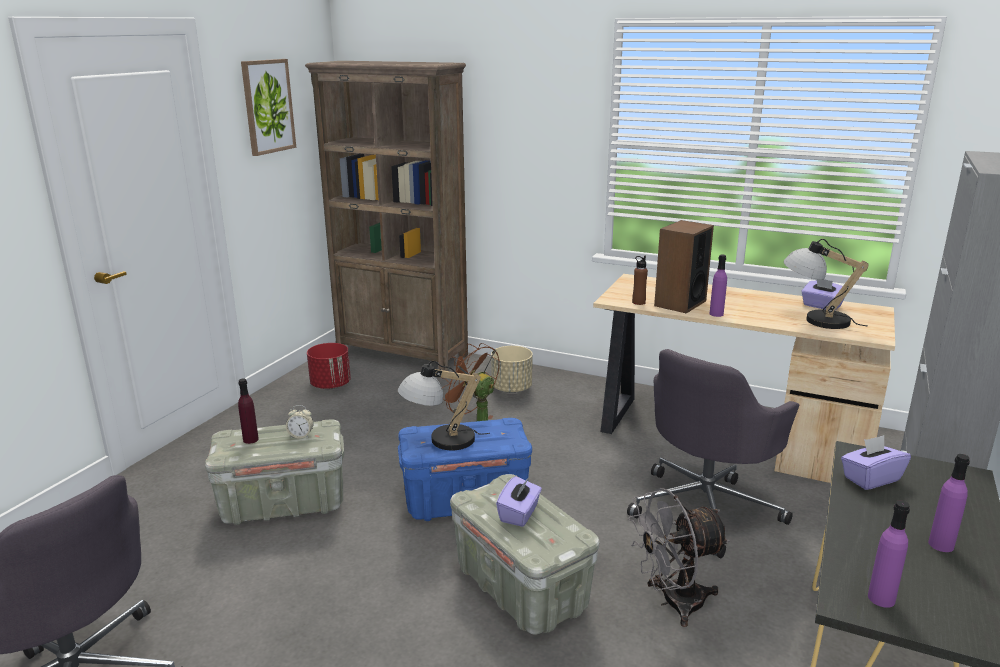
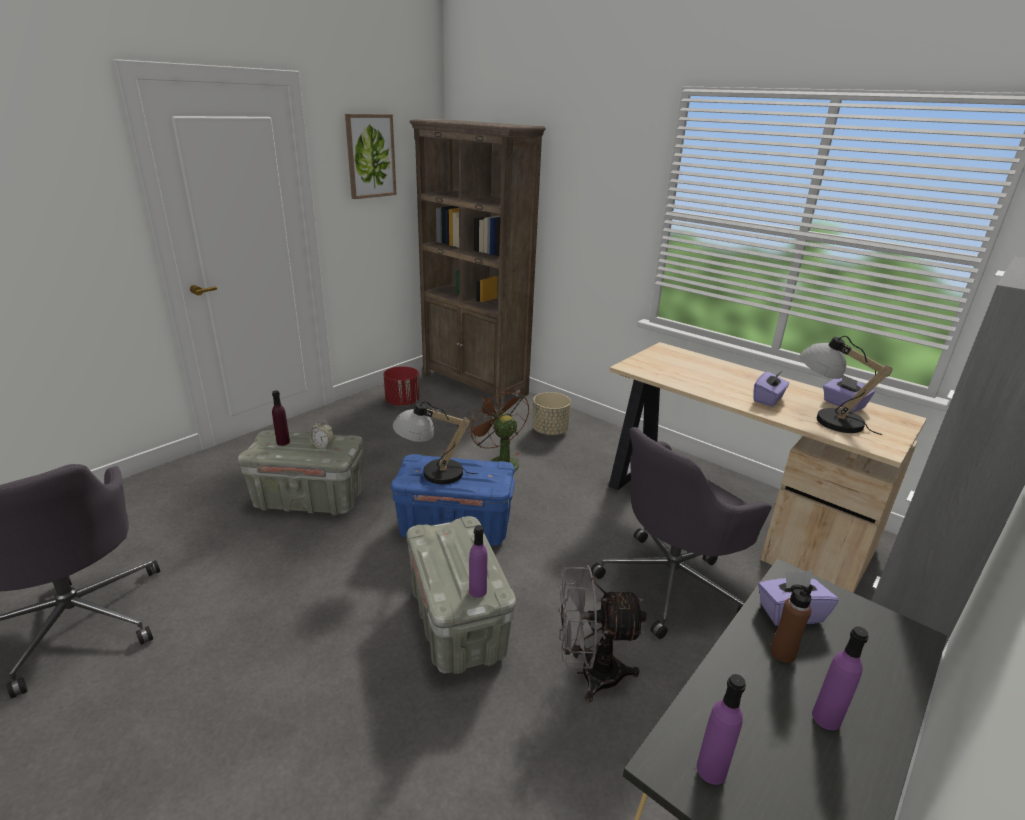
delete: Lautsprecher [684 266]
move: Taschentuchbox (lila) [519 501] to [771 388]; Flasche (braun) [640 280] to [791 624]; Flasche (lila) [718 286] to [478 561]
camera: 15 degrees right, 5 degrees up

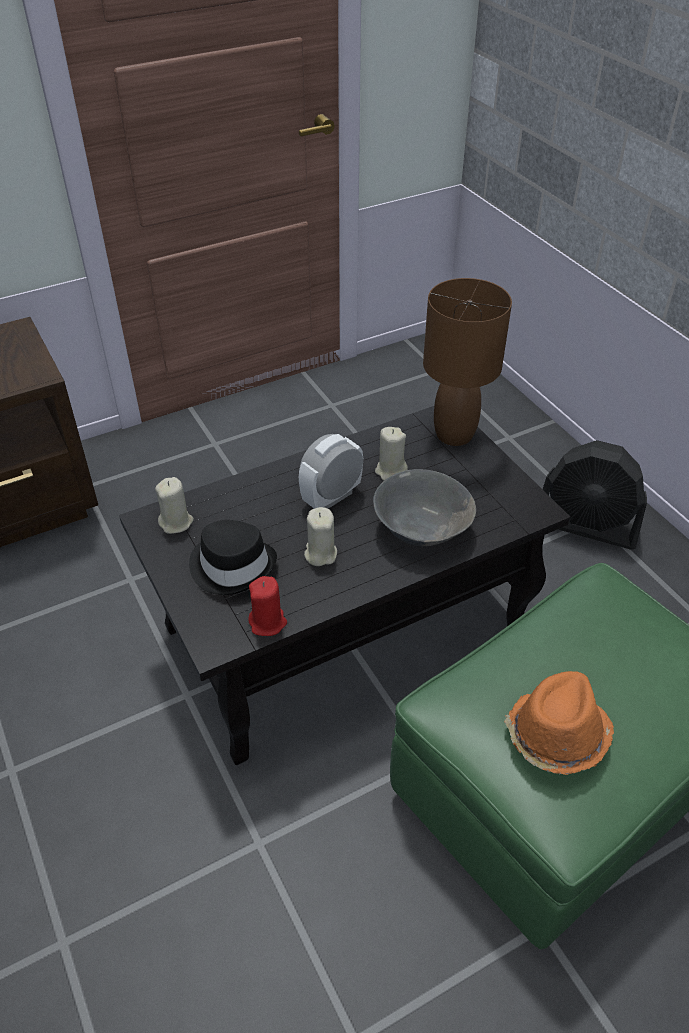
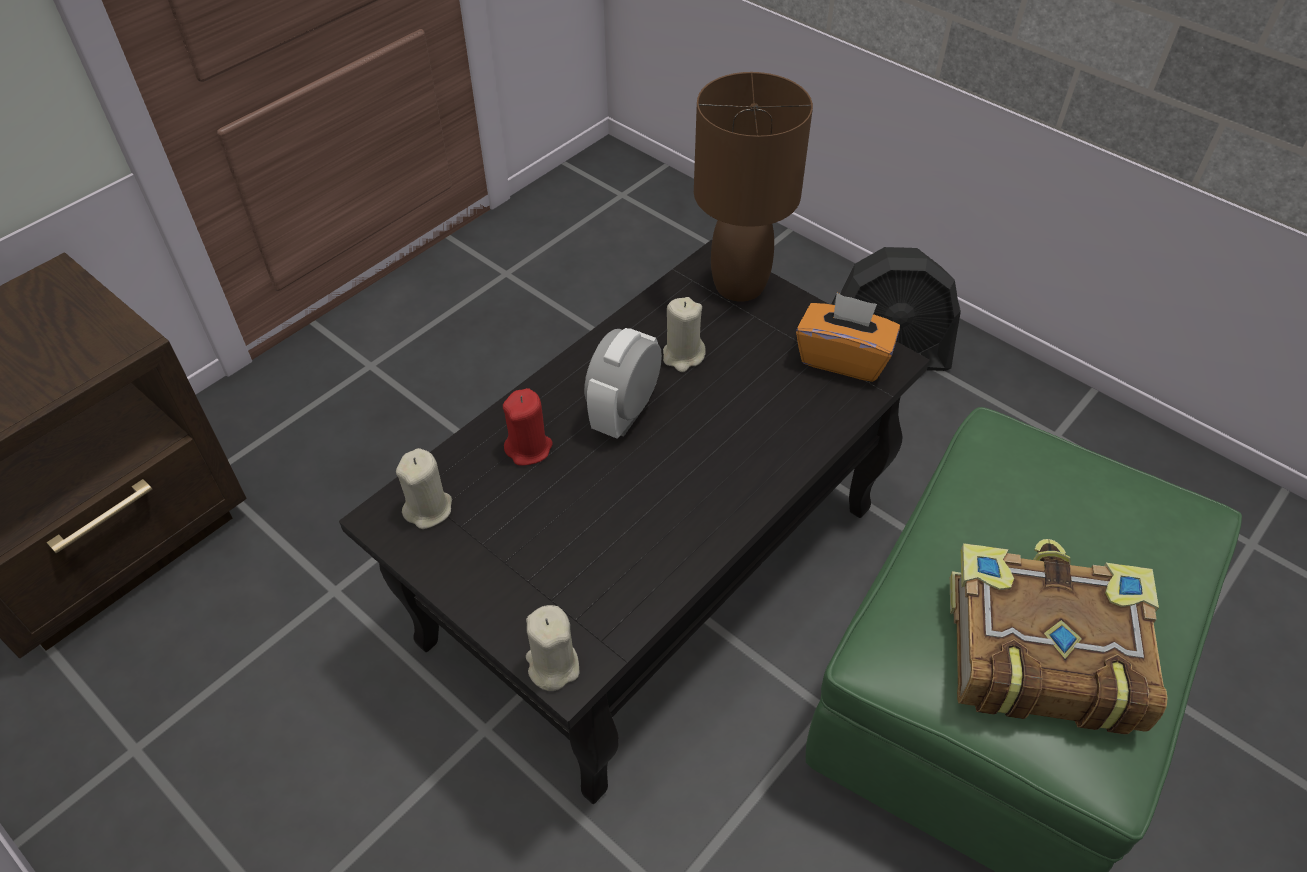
delete: Hut (schwarz) [233 557]; Schüssel (grau) [424 508]
insert: Taschentuchbox (orange) [848 337]
move: Kerze (rot) [267 606] to [528 427]; Kerze (beige) [320 536] to [552 648]
replace: Hut (orange) [559 723] to Buch [1059 636]
camera: 20 degrees left, 5 degrees up

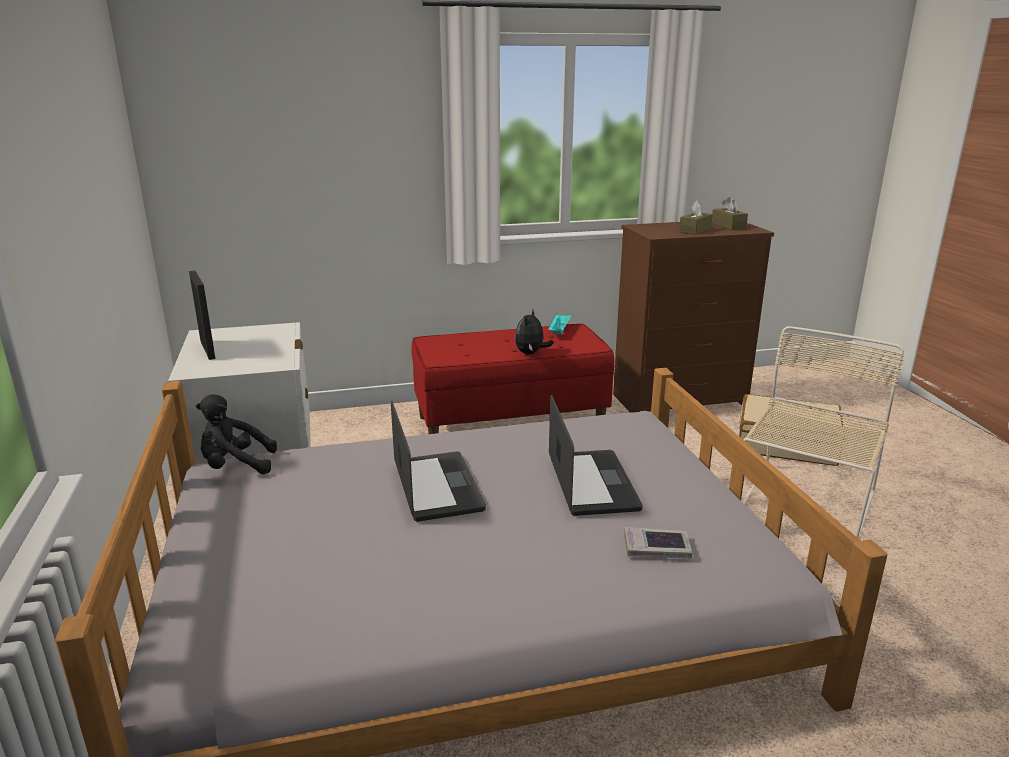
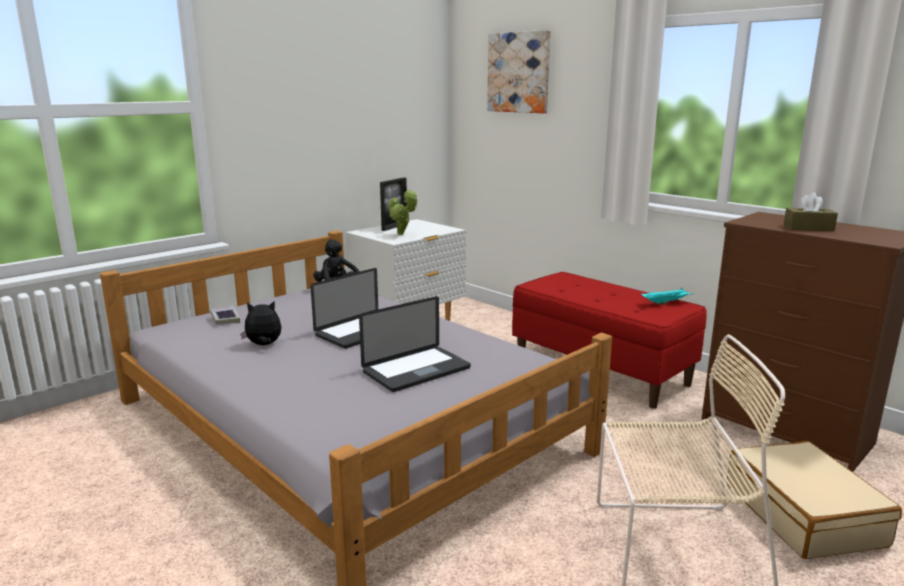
delete: Taschentuchbox (braun) [730 213]
insert: Topfpflanze [403 212]; Bild [519 71]
move: Plüschtier [534 332] to [260 323]; Buch [658 543] to [225 315]
camera: 60 degrees right, 5 degrees down

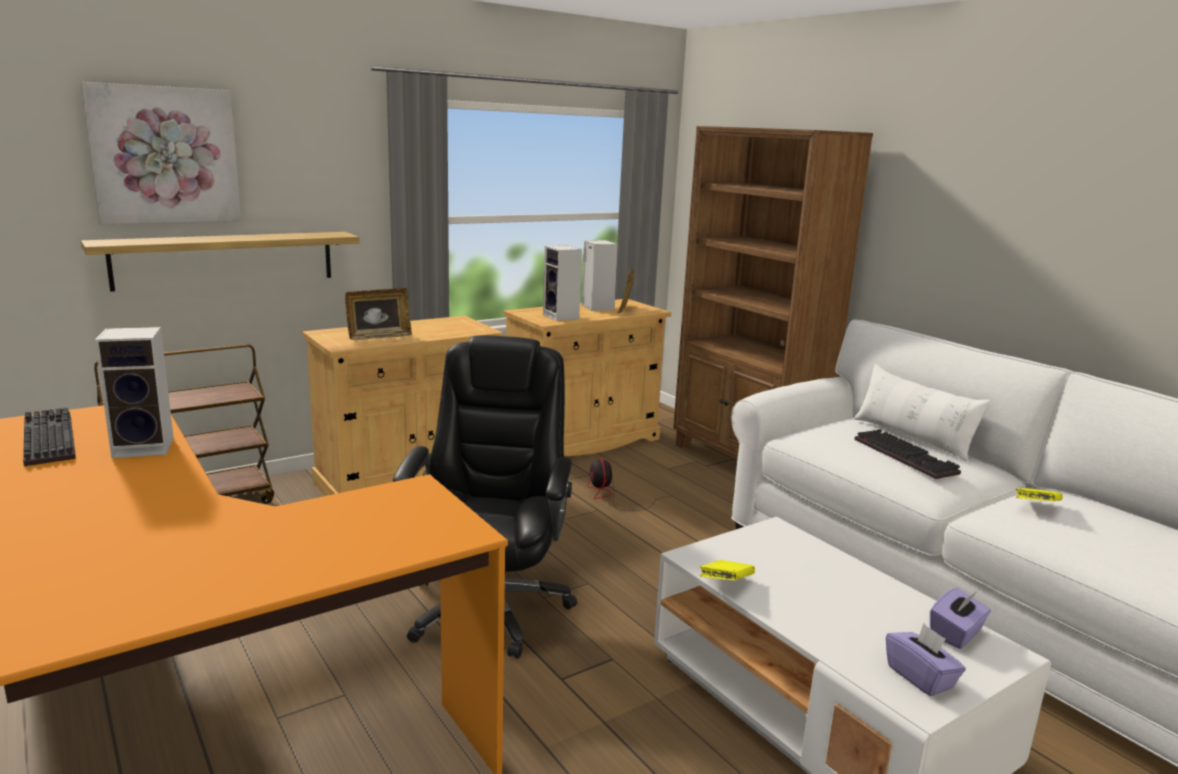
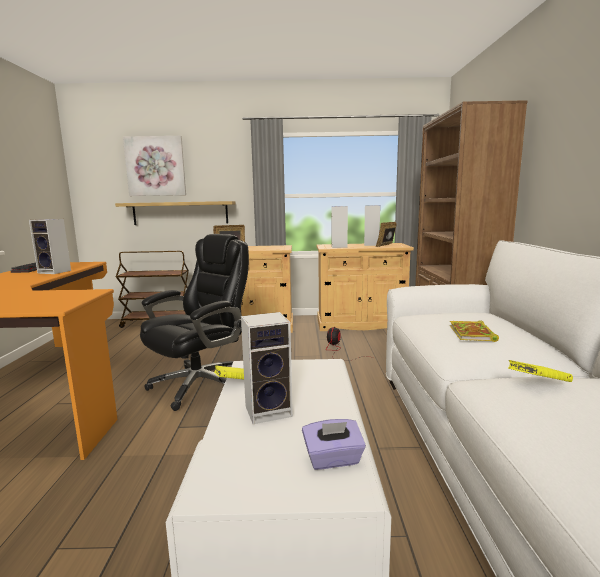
delete: Kissen (weiß) [922 412]; Taschentuchbox (lila) [926 659]
insert: Lautsprecher [267 368]
replace: Tastatur [907 454] to Buch [474 331]
camera: 35 degrees right, 5 degrees down

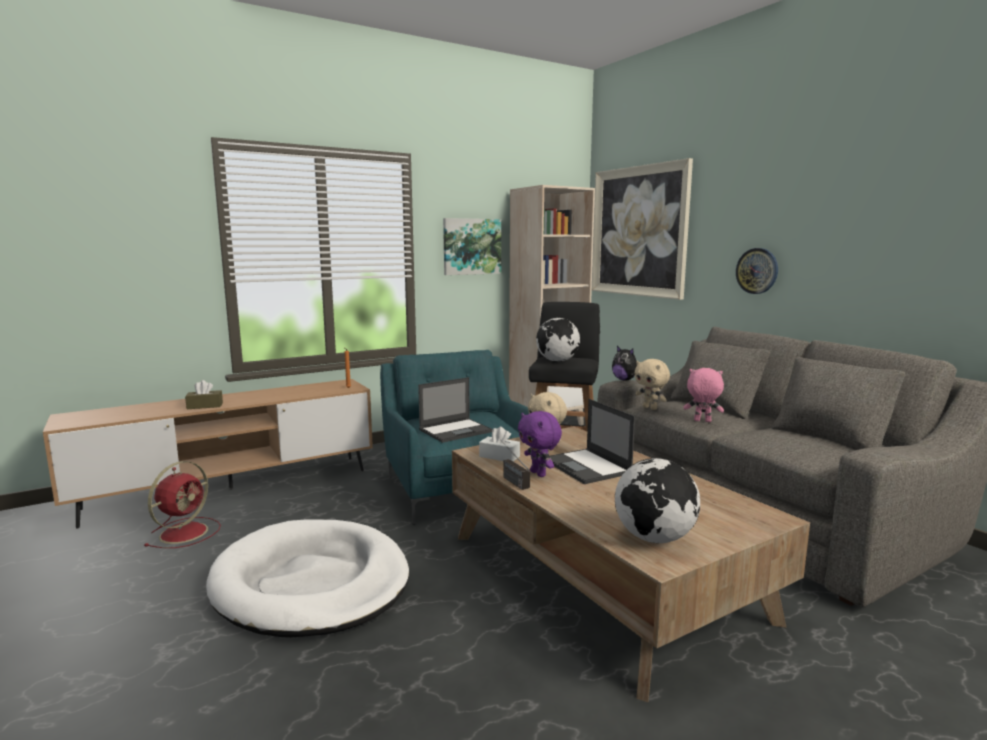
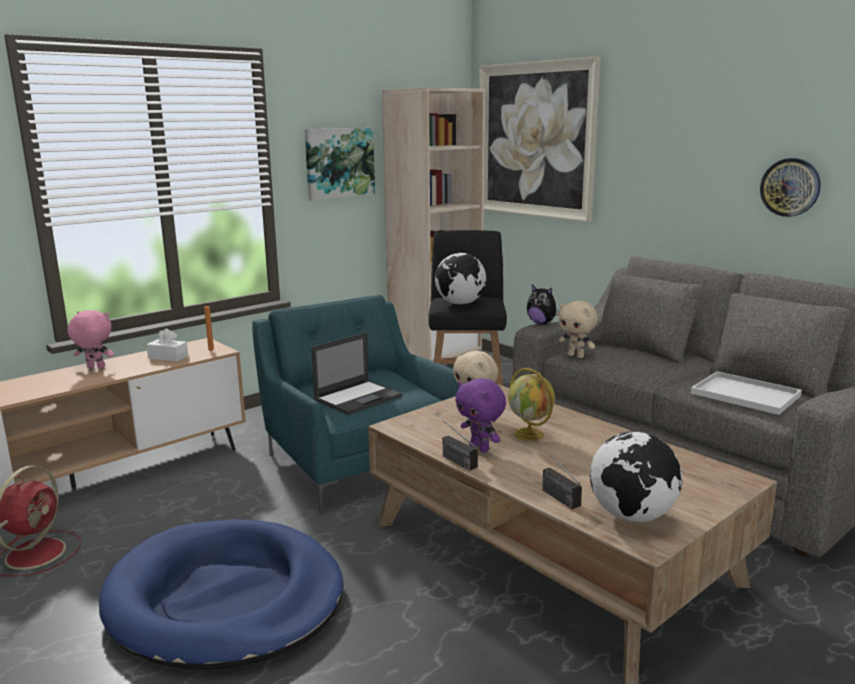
delete: Taschentuchbox (braun) [204 394]
insert: Radio [559 475]; Tablett (weiß) [746 393]
move: Taschentuchbox (weiß) [499 444] to [167 345]; Plüschtier (rosa) [703 395] to [90 339]; Wanduhr [757 271] to [790 187]
replace: Laptop [592 441] to Globus [531 404]
recolor: Hundebett (weiß) [307 578] to Hundebett (blau) [221 594]
camera: 10 degrees left, 5 degrees up

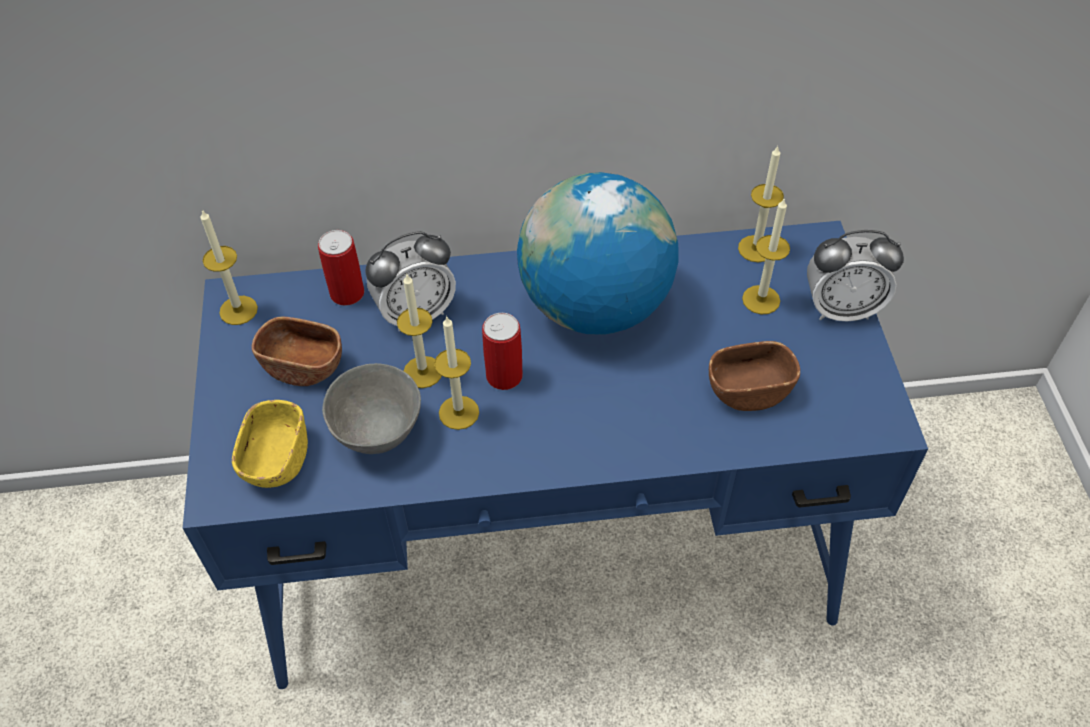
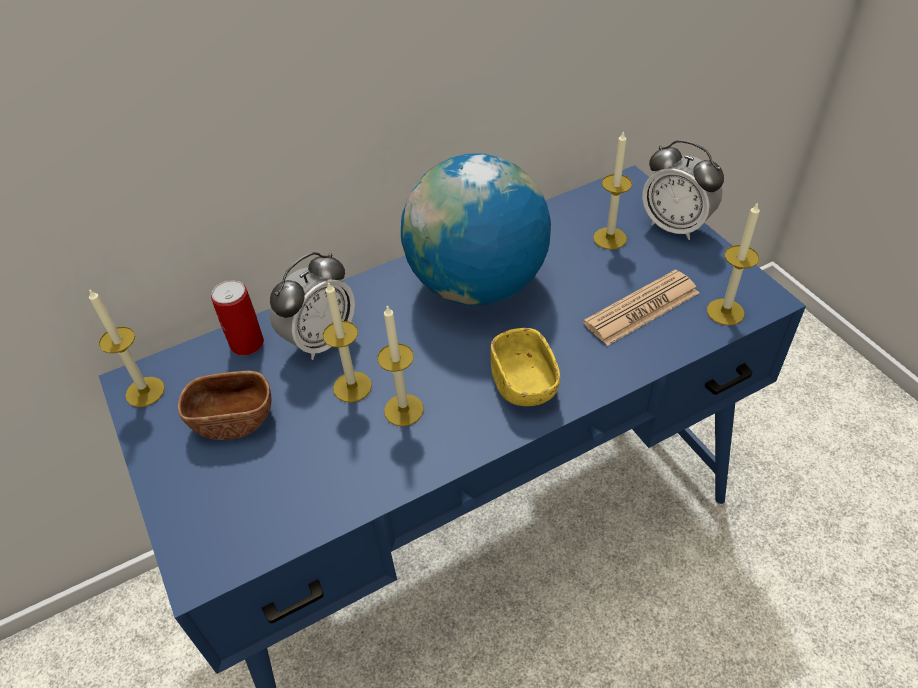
delete: Schüssel (grau) [371 408]; Dose [502 351]
move: Schüssel (gelb) [270 444] to [525 367]; Kerze [761 204] to [733 264]
replace: Schüssel (braun) [754 376] to Zeitung [641 308]
rotate: Wecker [855 275] = [683 190] 60 degrees clockwise
camera: 20 degrees left, 5 degrees down

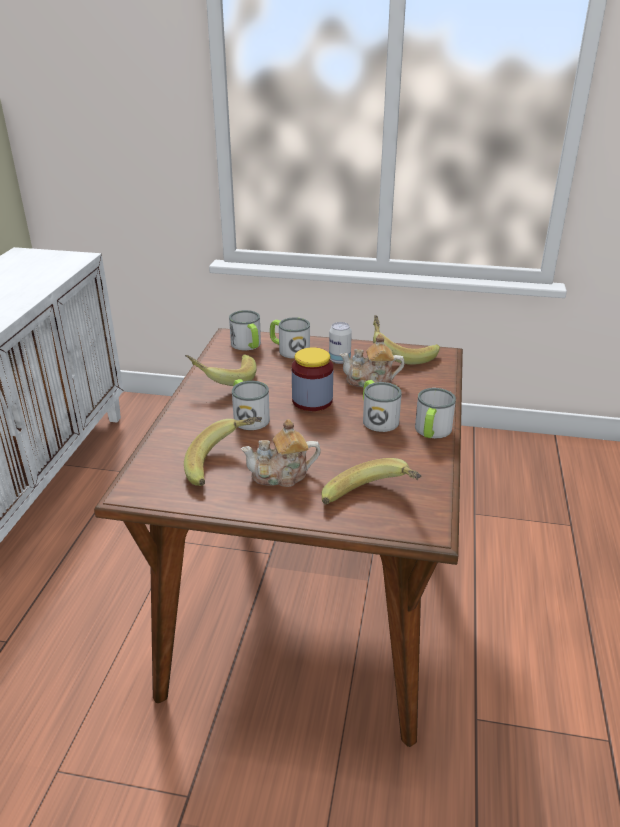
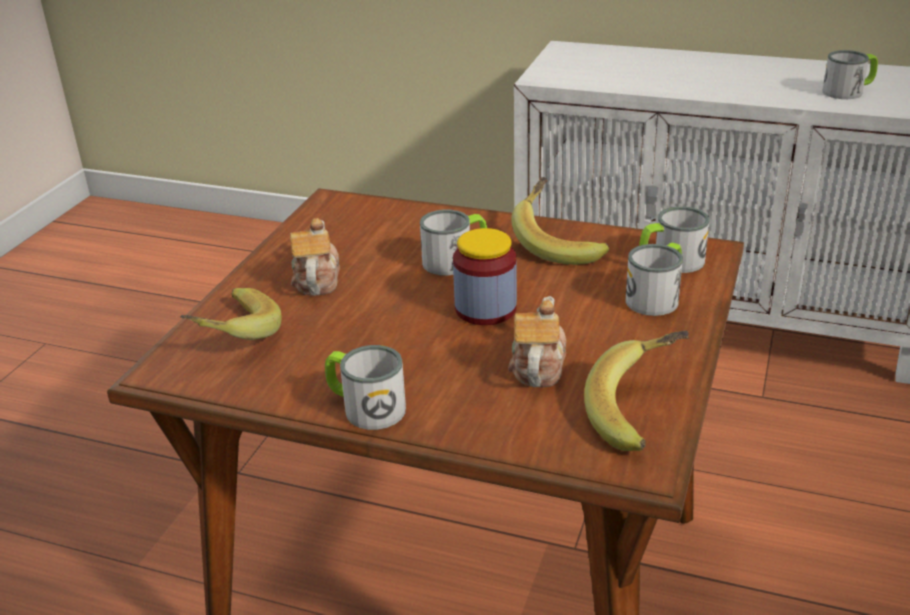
delete: Banane [223 451]; Dose [340 343]
move: Henkelbecher [382 406] to [850 74]
camera: 100 degrees right, 0 degrees up

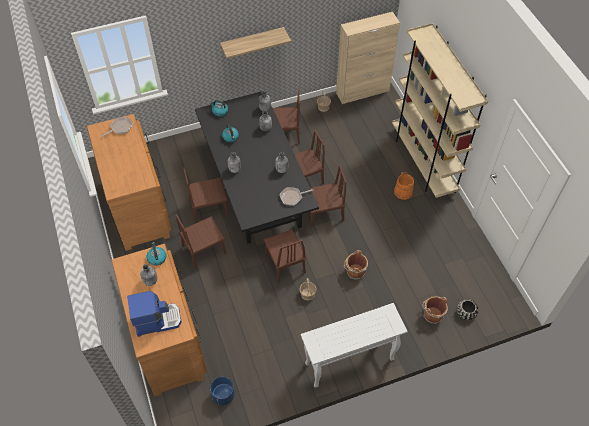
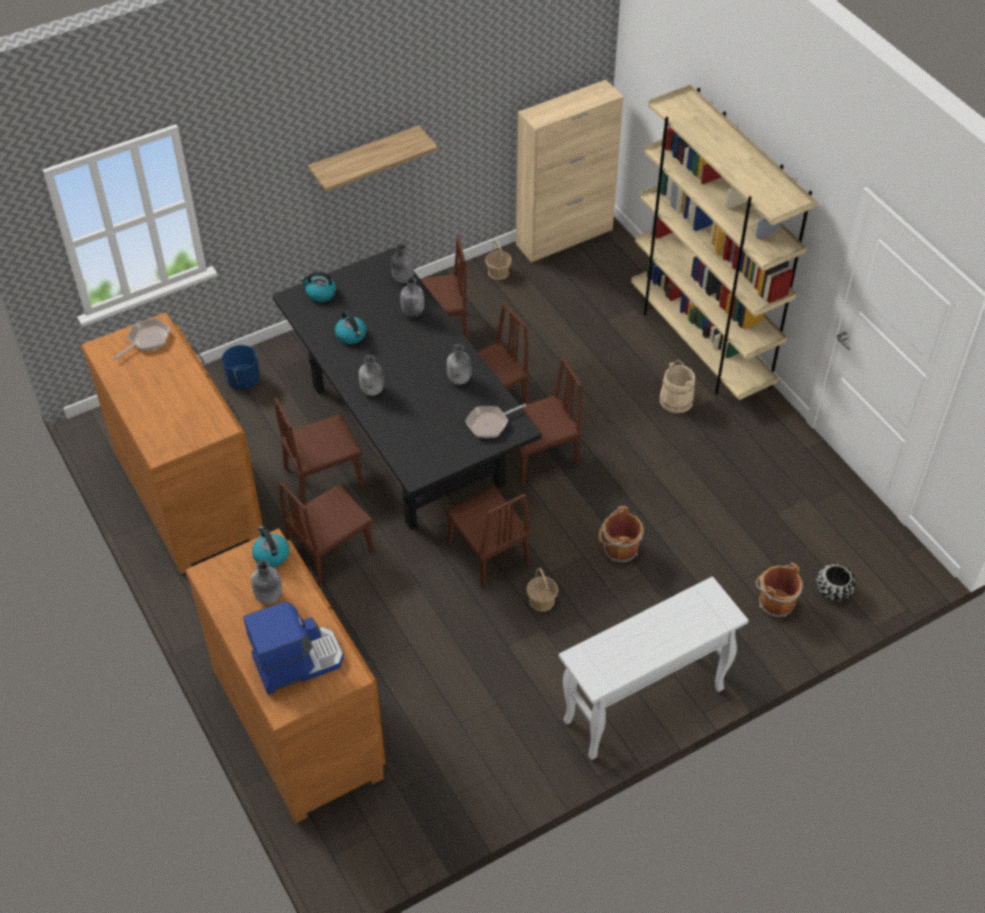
move: Pflanzkübel (blau) [222 391] to [241 367]
recolor: Eimer (orange) [404 186] to Eimer (beige) [677 386]
camera: 10 degrees left, 5 degrees down

